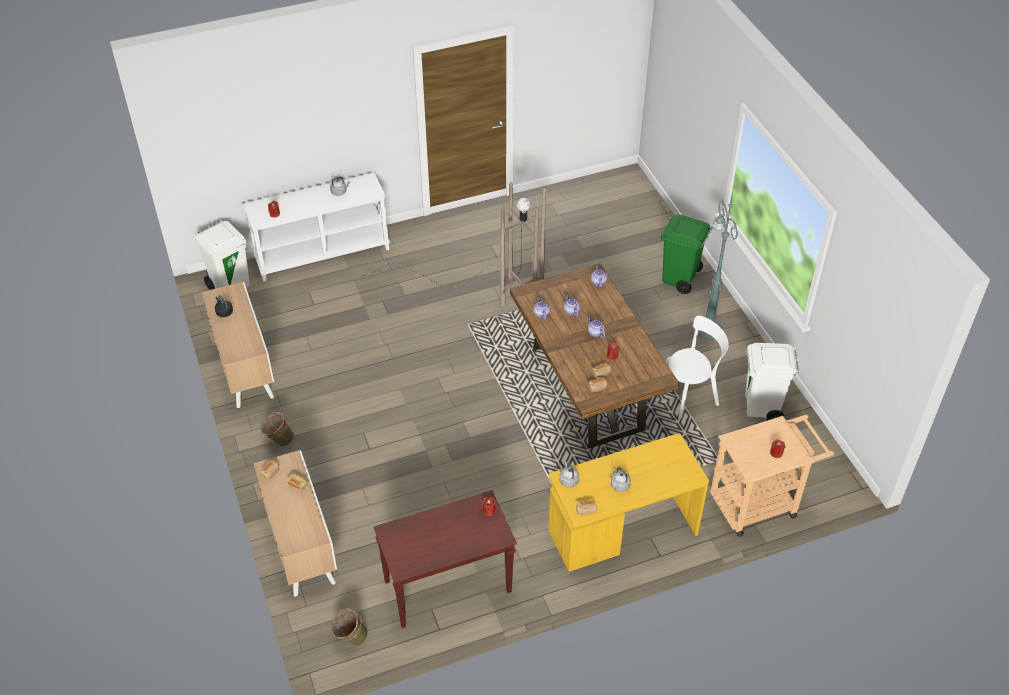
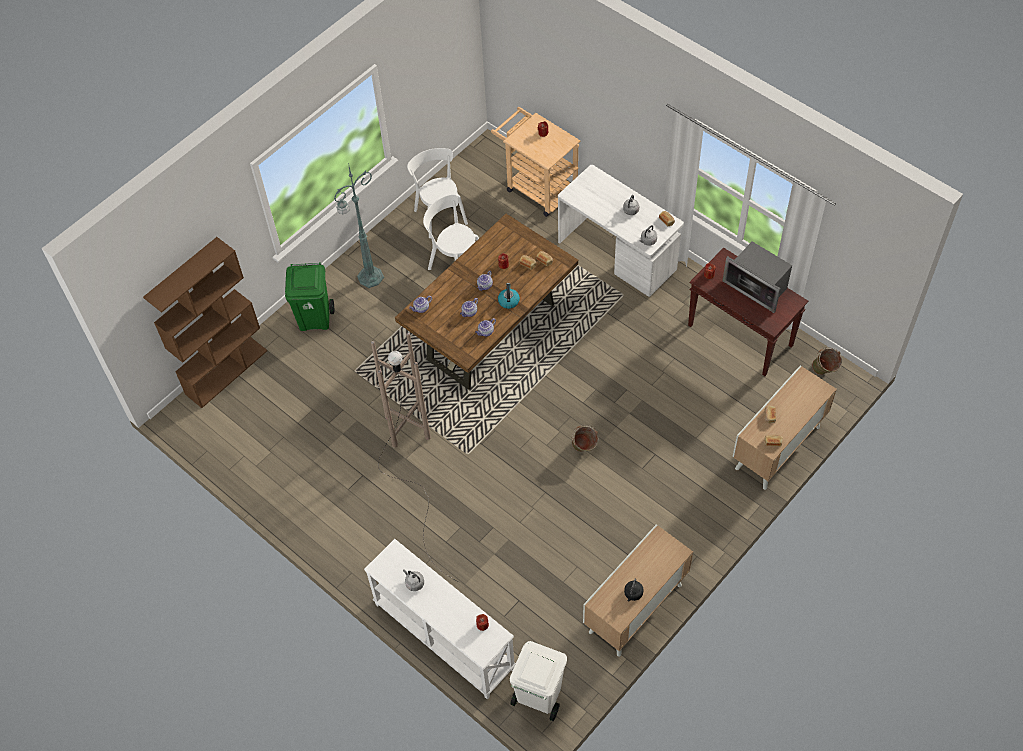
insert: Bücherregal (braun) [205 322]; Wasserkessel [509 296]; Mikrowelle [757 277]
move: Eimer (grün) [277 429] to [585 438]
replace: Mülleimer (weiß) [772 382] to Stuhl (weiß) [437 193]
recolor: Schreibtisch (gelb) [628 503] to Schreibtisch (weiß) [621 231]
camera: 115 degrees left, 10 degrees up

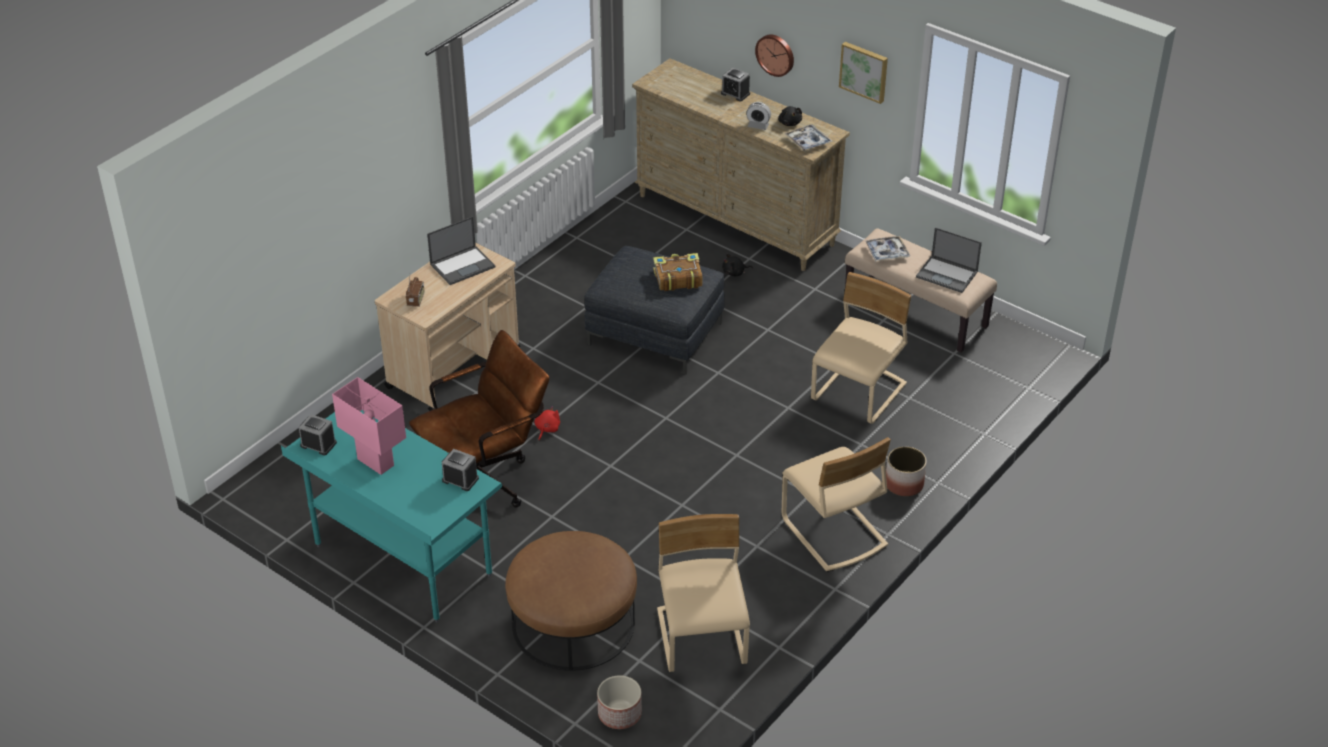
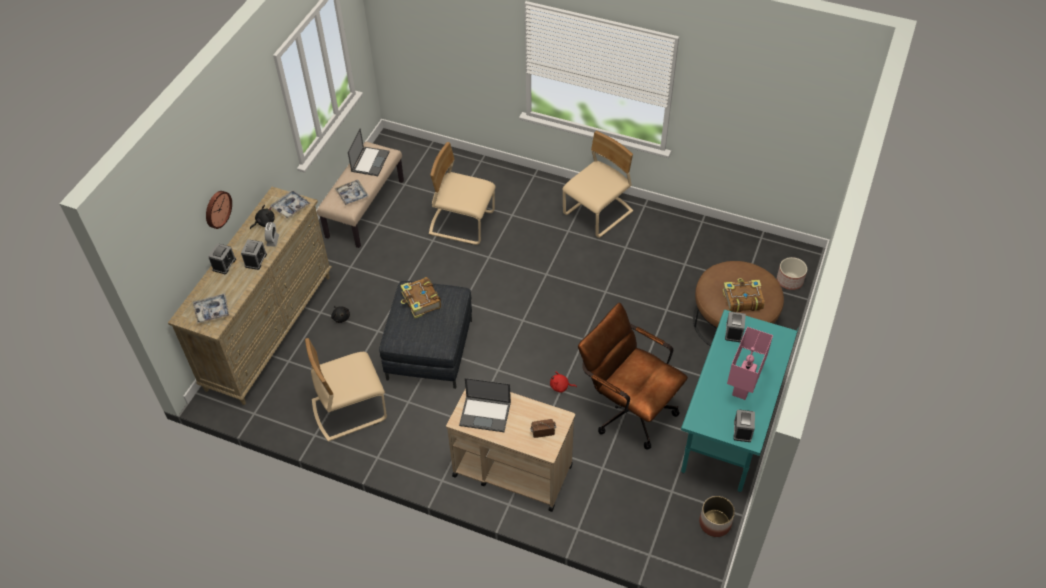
delete: Bild [863 73]
insert: Tablett [211 308]; Wecker [254 255]; Buch [743 295]
move: Stuhl (beige) [703 593] to [346 390]; Pflanzkübel [906 471] to [717 516]
rotate: Laptop [461 250] = [485 405] 150 degrees clockwise
camera: 105 degrees left, 10 degrees up

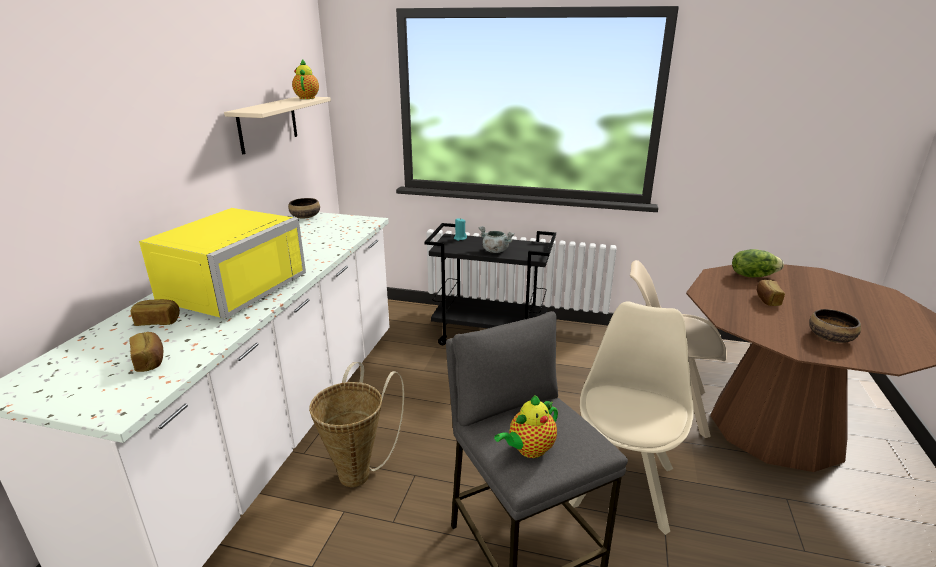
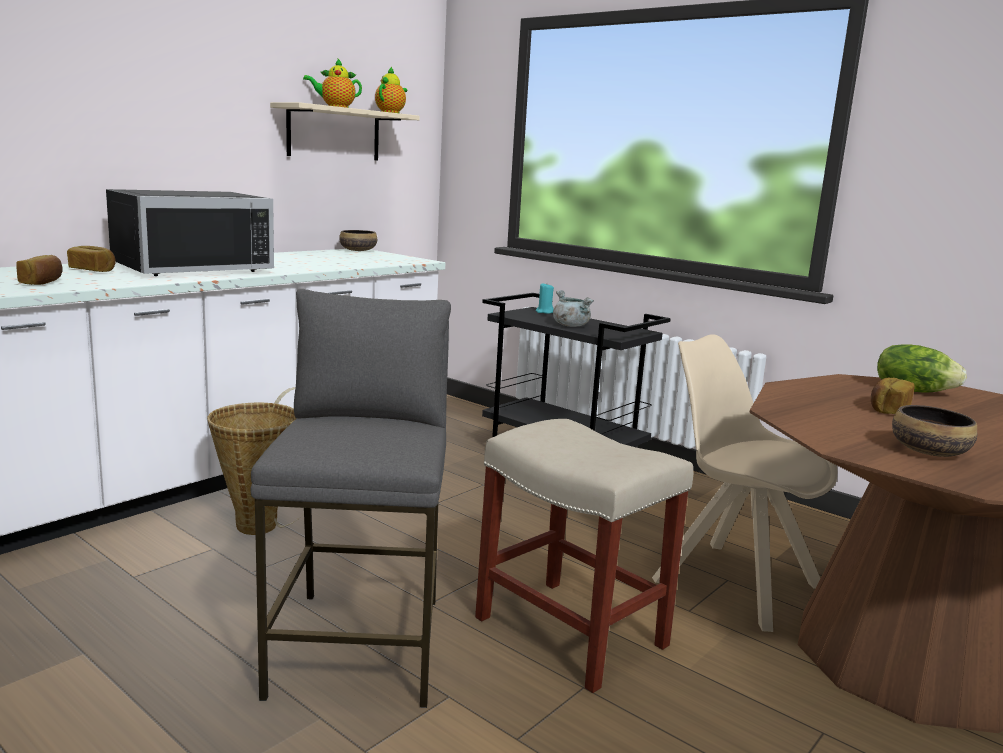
move: Teekanne [526 426] to [332 83]
replace: Stuhl (beige) [631 418] to Hocker (beige) [584 556]
recolor: Mikrowelle (gelb) [222 263] to Mikrowelle (schwarz) [190 232]
camera: 25 degrees right, 10 degrees down

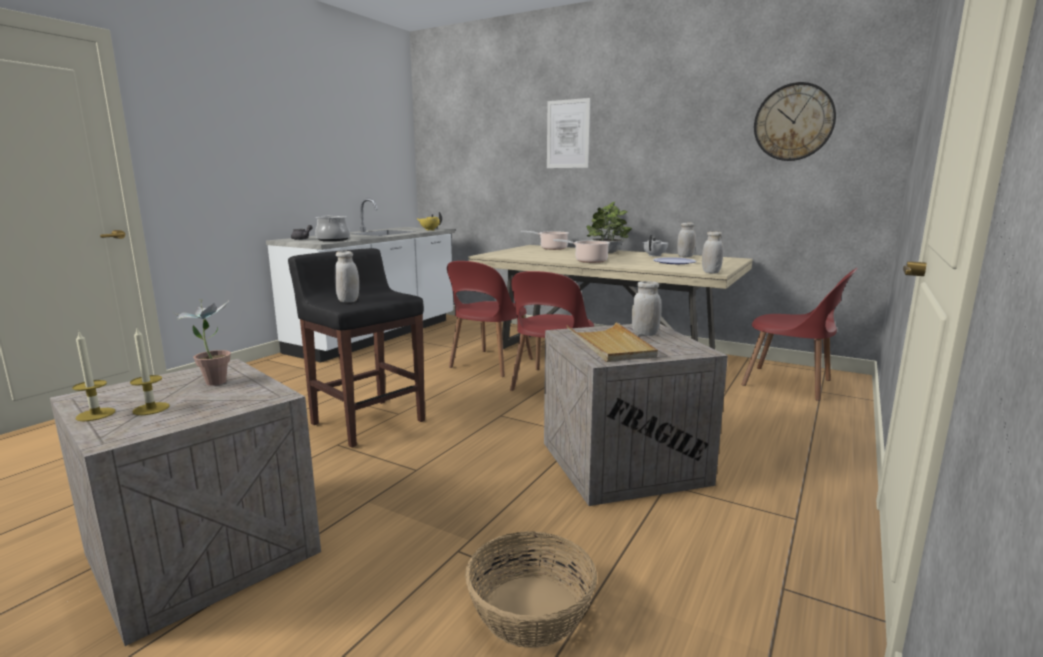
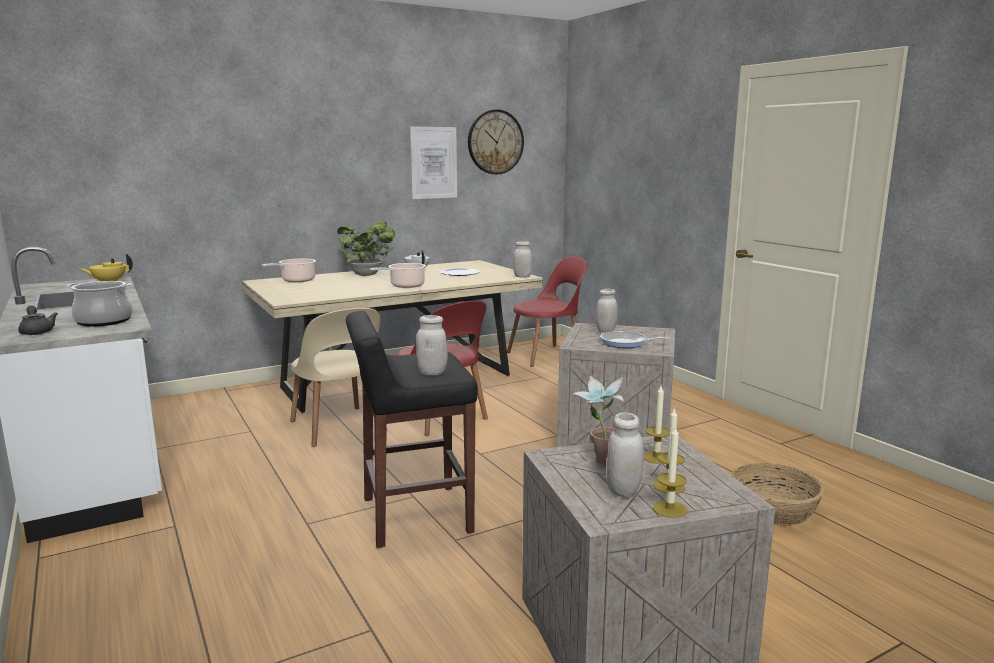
insert: Kerze [656 425]
move: Bild [569 133] to [433 162]; Vorratsglas (weiß) [686 240] to [625 454]
replace: Tablett (beige) [612 342] to Pfanne [635 339]
recolor: Stuhl (rot) [490 319] to Stuhl (beige) [338 377]
camera: 60 degrees left, 0 degrees up

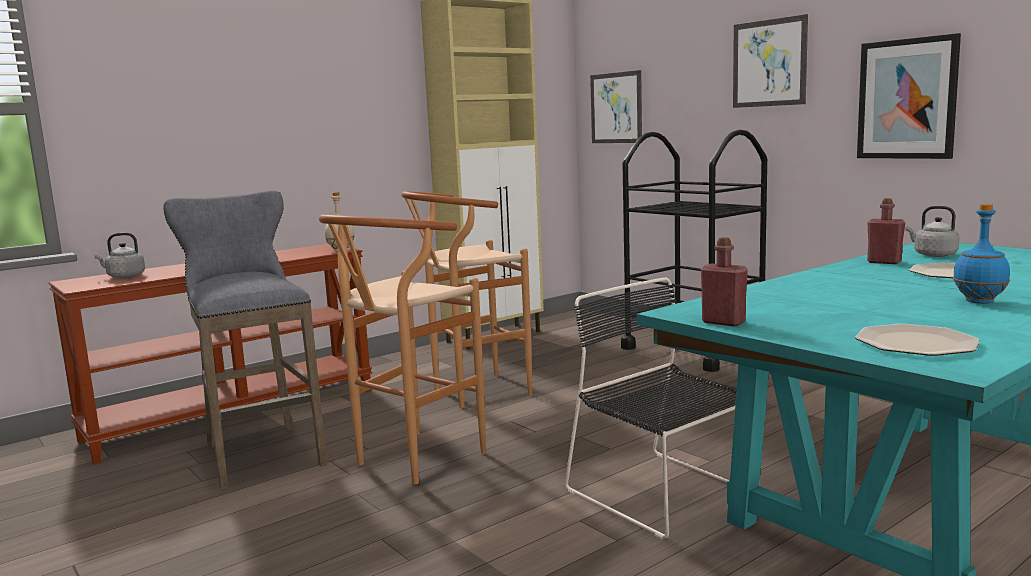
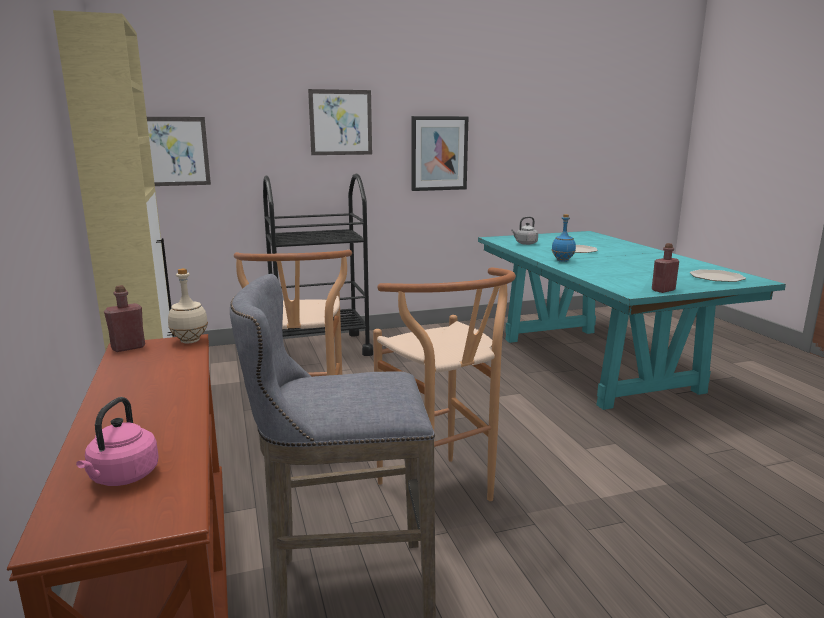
delete: Stuhl (schwarz) [662 408]
move: Flasche (rot) [886 231] to [124 318]; Flasche (blau) [981 254] to [563 238]
recolor: Wasserkessel (grau) [119 255] to Wasserkessel (rosa) [117 441]
camera: 70 degrees left, 5 degrees up

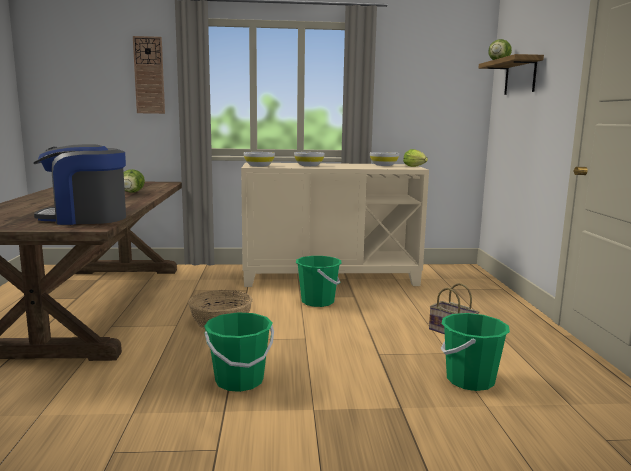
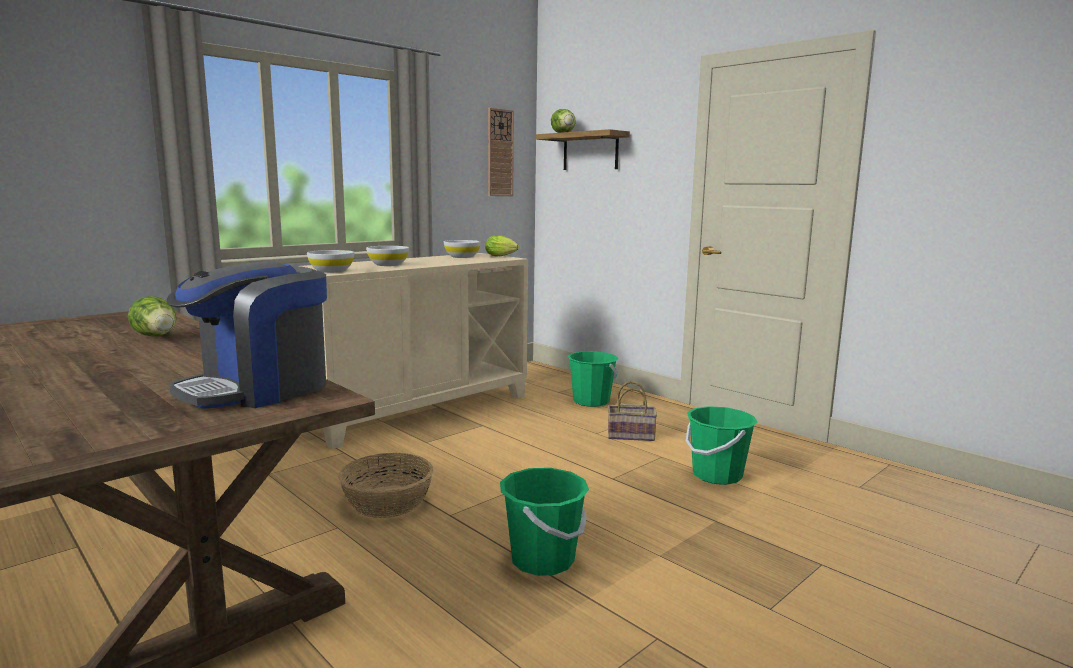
move: Wanduhr [149 75] to [501 152]; Eimer (grün) [318 281] to [593 379]
camera: 40 degrees left, 0 degrees up

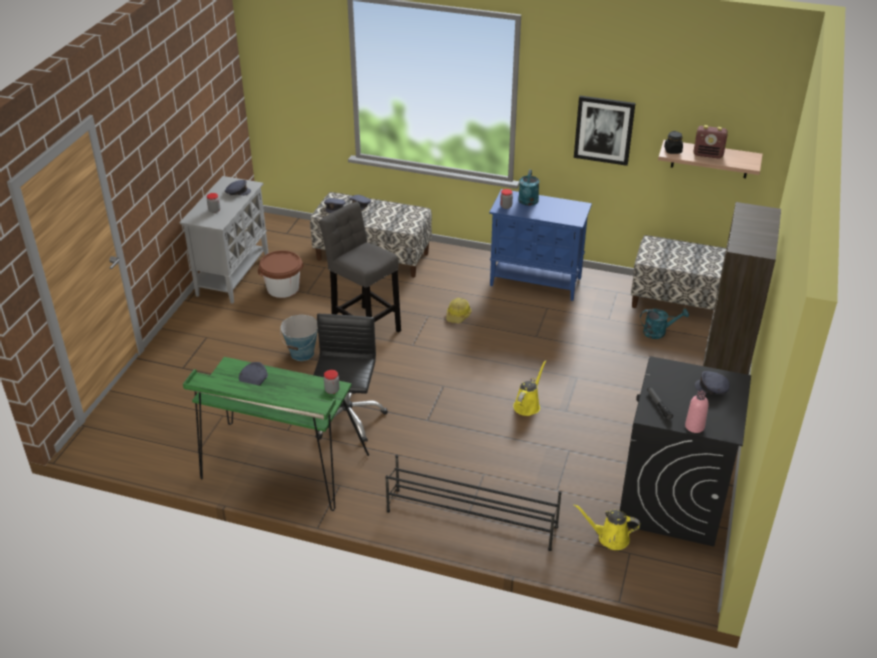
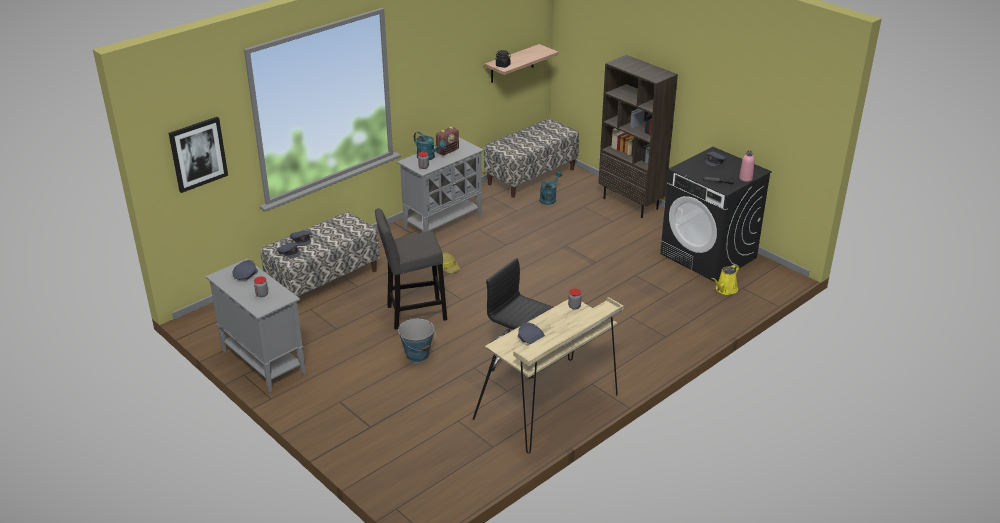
delete: Eimer (braun) [280 274]; Schuhregal (schwarz) [473 503]; Gießkanne (gelb) [529 388]
move: Bild [604 131] to [198 155]; Radio [710 141] to [447 141]
recolor: Schreibtisch (grün) [276 434] to Schreibtisch (beige) [548 375]; Schrank (blau) [540 245] to Schrank (grau) [440 184]
camera: 60 degrees left, 5 degrees down

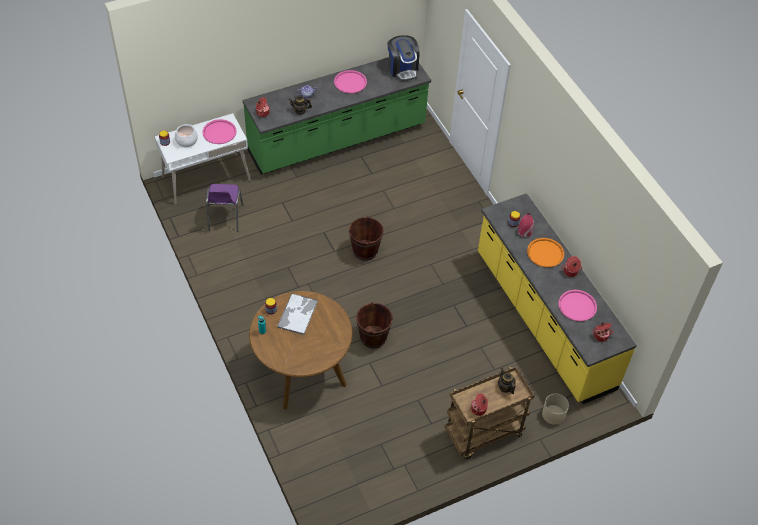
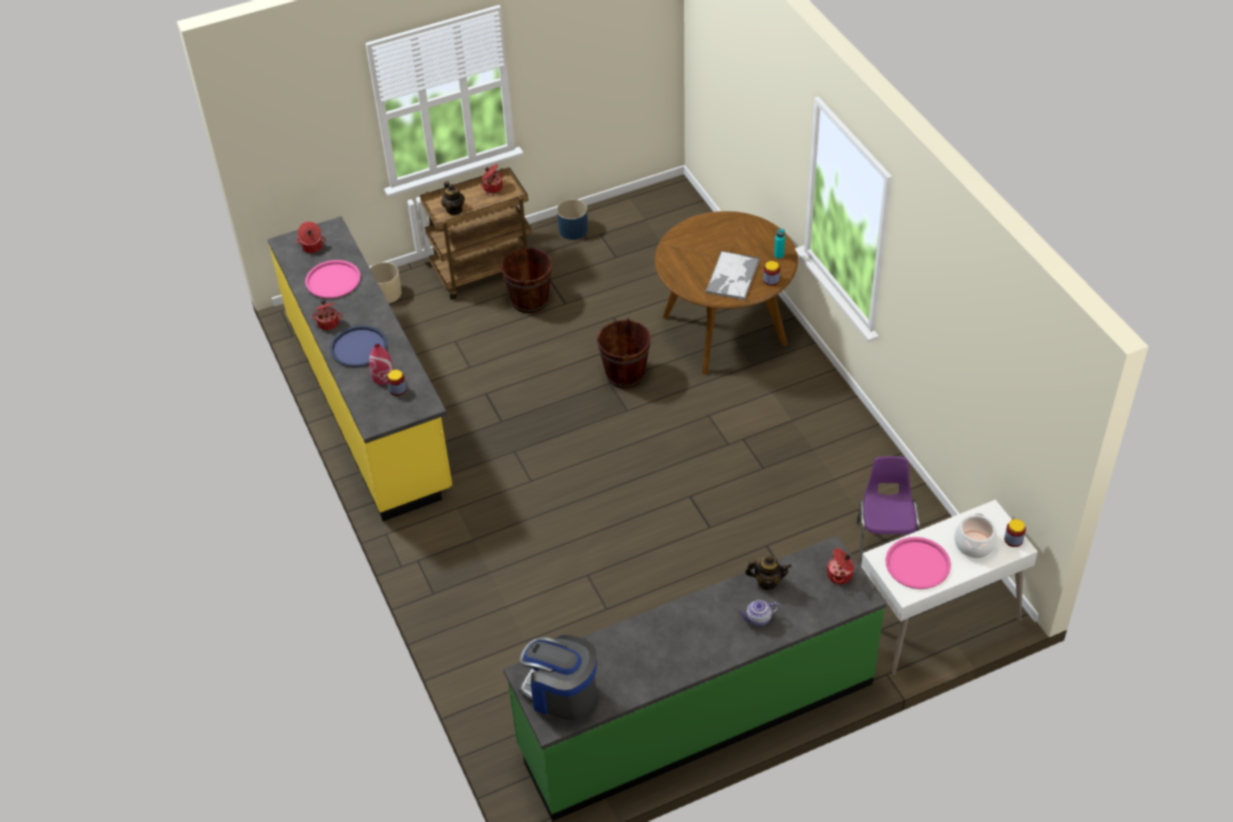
delete: Tablett (rosa) [350 81]
insert: Pflanzkübel (blau) [572 219]
move: Eimer (braun) [366 238] to [526 279]
recolor: Tablett (orange) [545 252] to Tablett (blau) [359 346]
rotate: Kaffeemaschine [404 58] = [558 677] 45 degrees counterclockwise
camera: 175 degrees left, 5 degrees down

